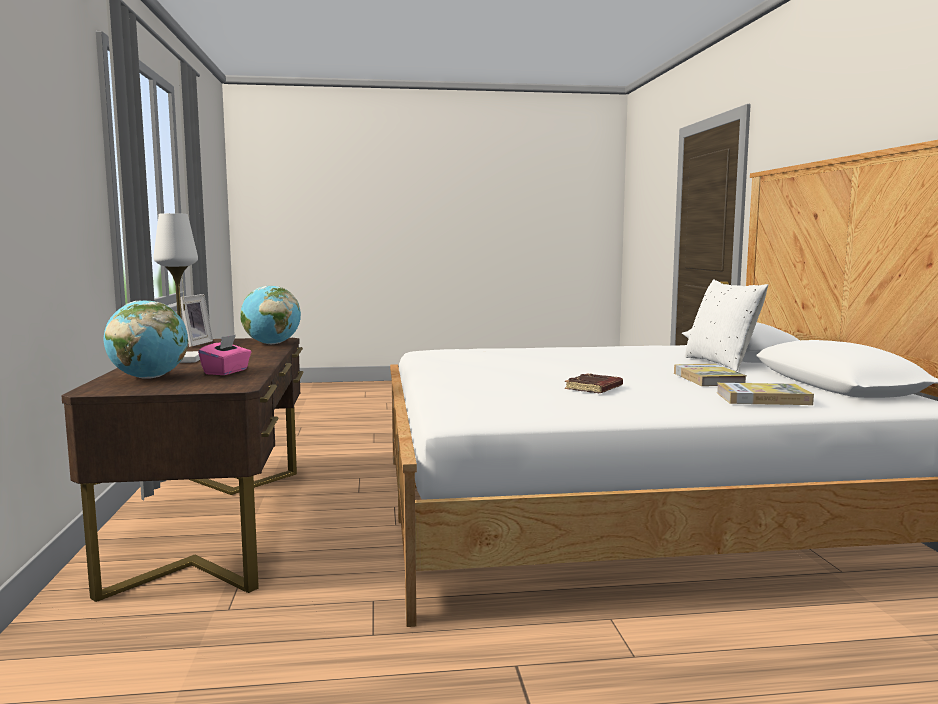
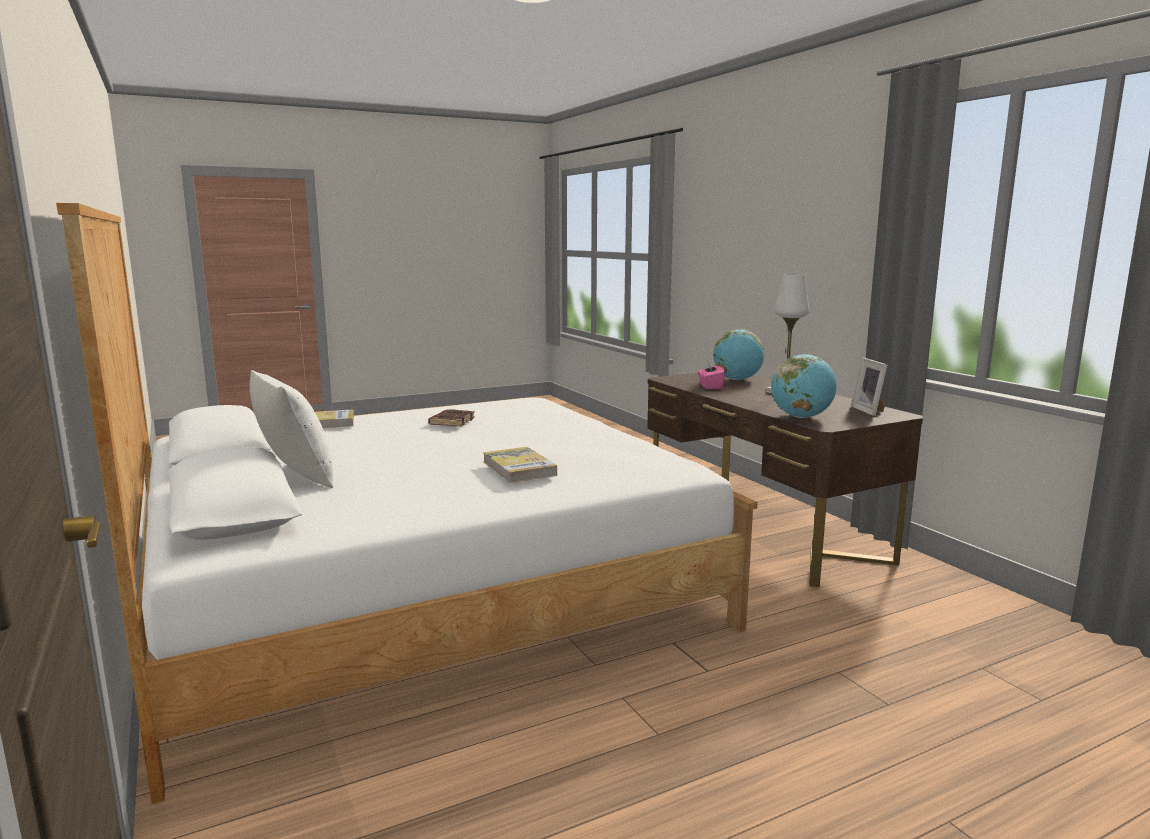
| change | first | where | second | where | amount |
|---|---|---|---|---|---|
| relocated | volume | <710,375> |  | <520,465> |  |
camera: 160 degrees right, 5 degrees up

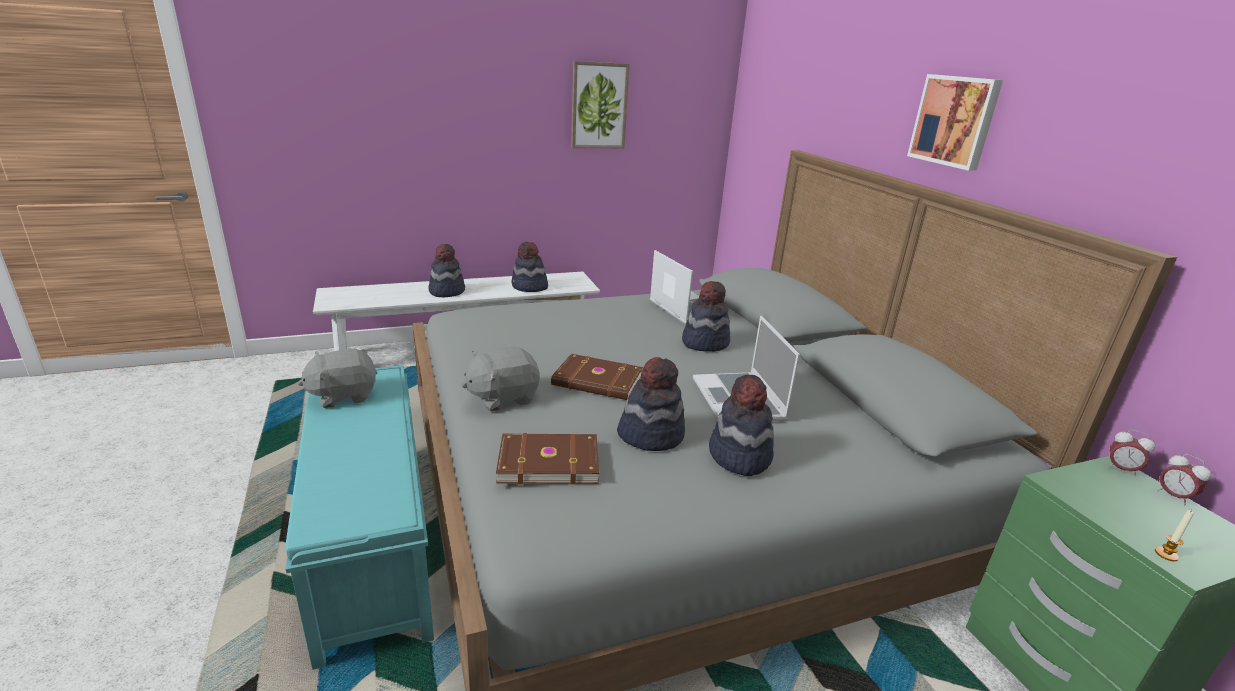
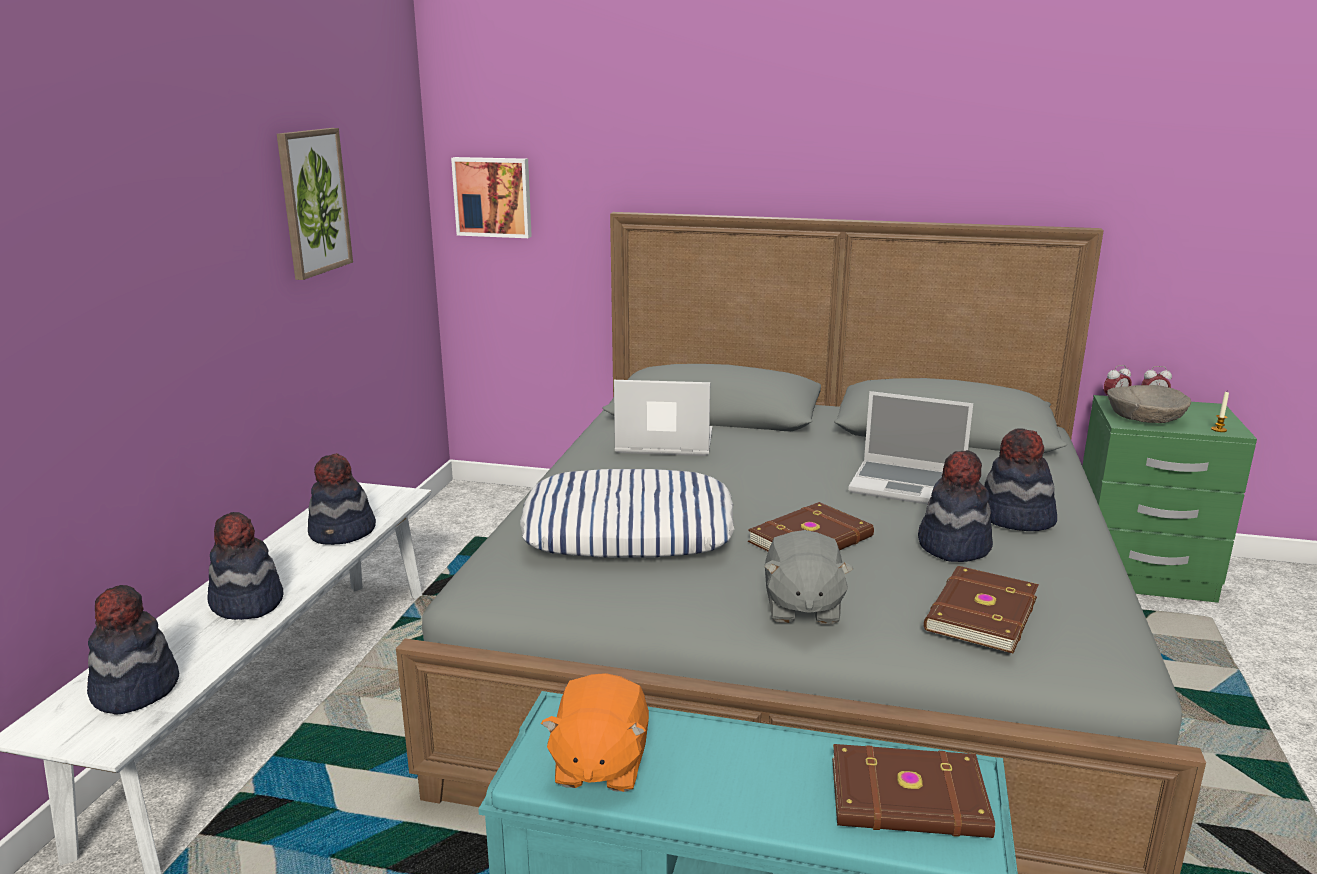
| change | first | where | second | where | amount |
|---|---|---|---|---|---|
| colour | grey_plush_toy | <337,378> | orange_plush_toy | <595,732> |  |
| relocated | hat | <706,316> |  | <133,650> |  |
| relocated | picture | <955,122> |  | <491,197> |  |
| appeared |  |  | cushion | <627,513> |  |
| appeared |  |  | brownish_volume | <913,791> |  |
| appeared |  |  | beige_bowl | <1149,404> |  |
camera: 55 degrees left, 5 degrees down

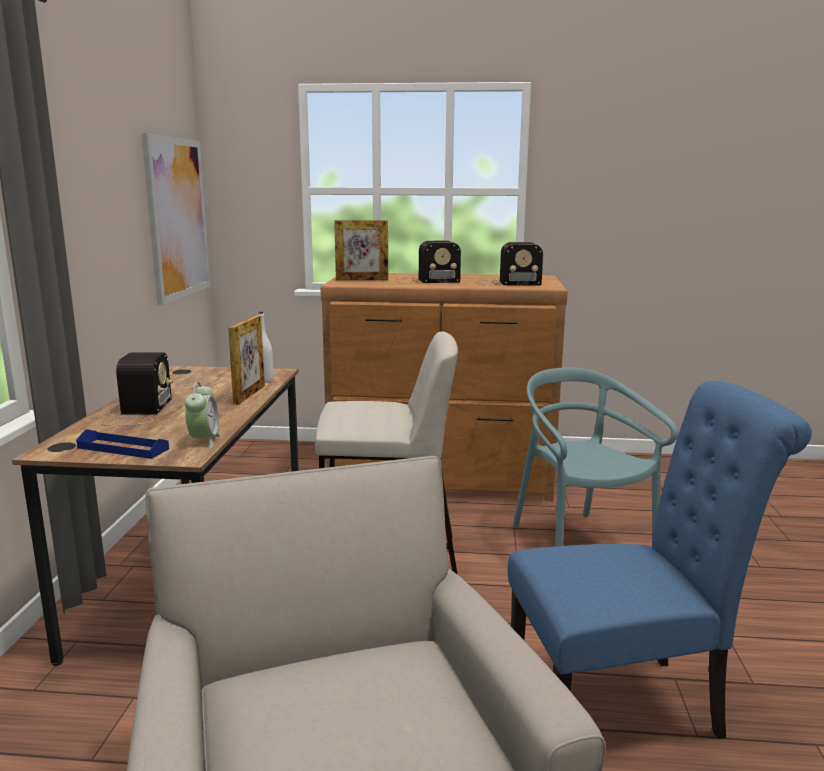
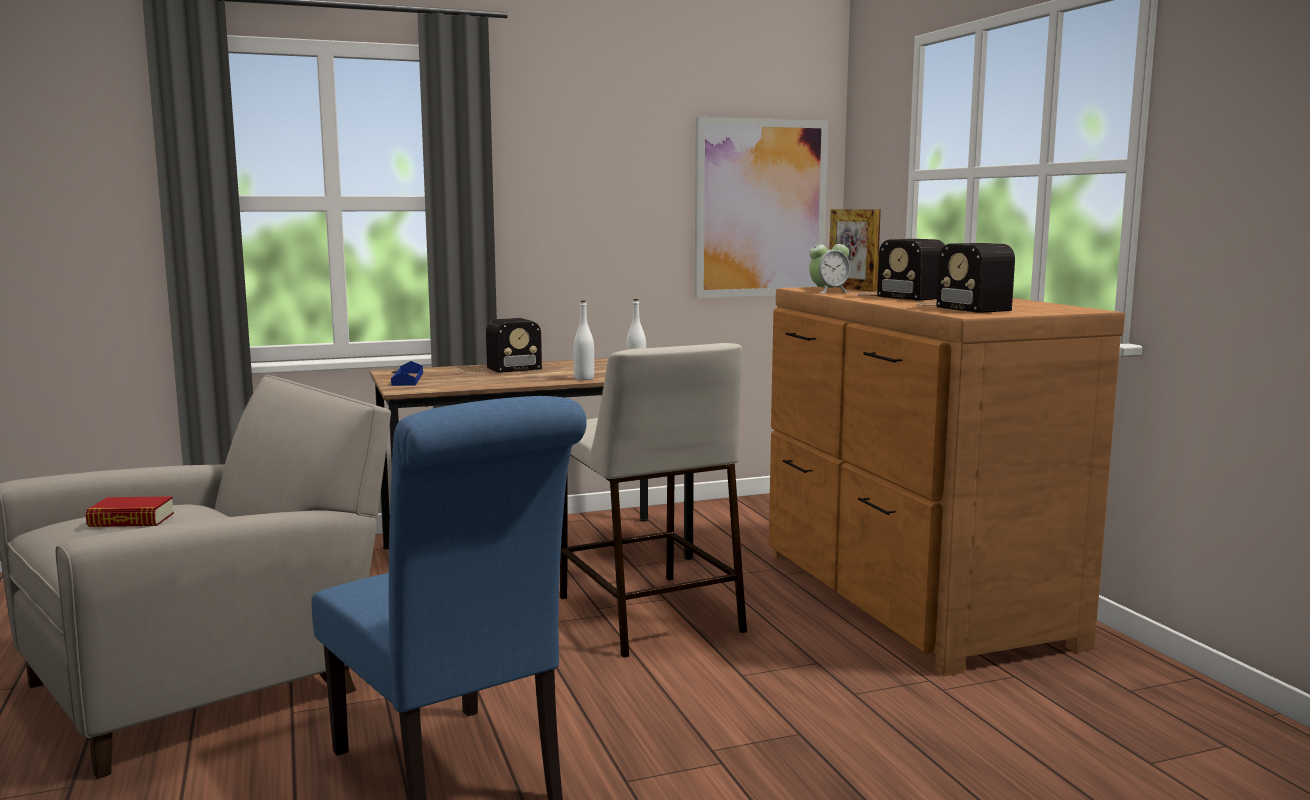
| change | first | where | second | where | amount |
|---|---|---|---|---|---|
| relocated | alarm_clock | <203,415> |  | <829,265> |  |
| exchanged | picture_frame | <246,360> | white-coloured_bottle | <584,340> |  |
| missing | blue-green_plain_chair | <595,457> |  |  |  |
| appeared |  |  | volume | <130,511> |  |
camera: 65 degrees right, 5 degrees down

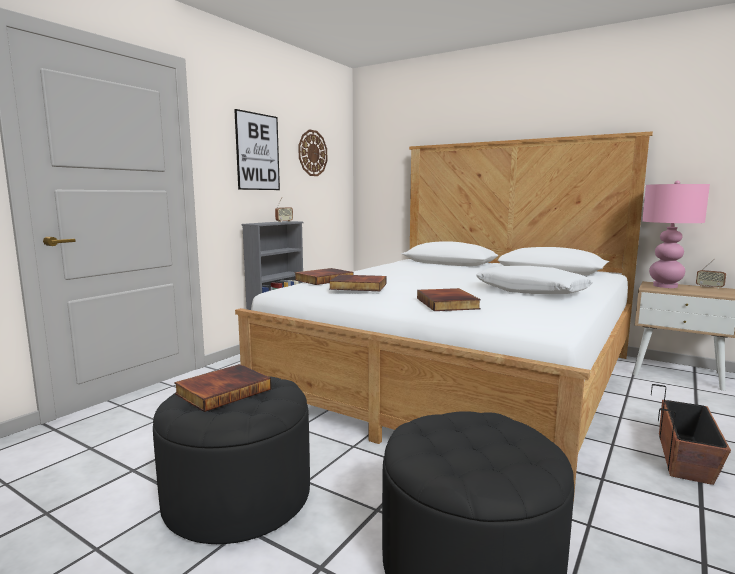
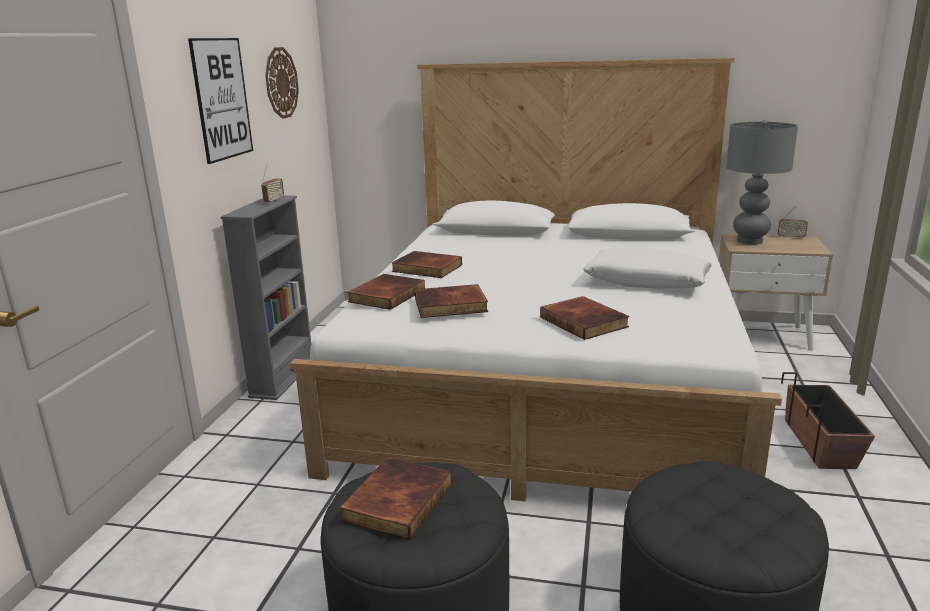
| change | first | where | second | where | amount |
|---|---|---|---|---|---|
| colour | pinkish_lamp_for_a_table | <676,234> | grey_lamp_for_a_table | <762,182> |  |
| appeared |  |  | volume | <427,264> |  |
camera: 20 degrees left, 10 degrees up

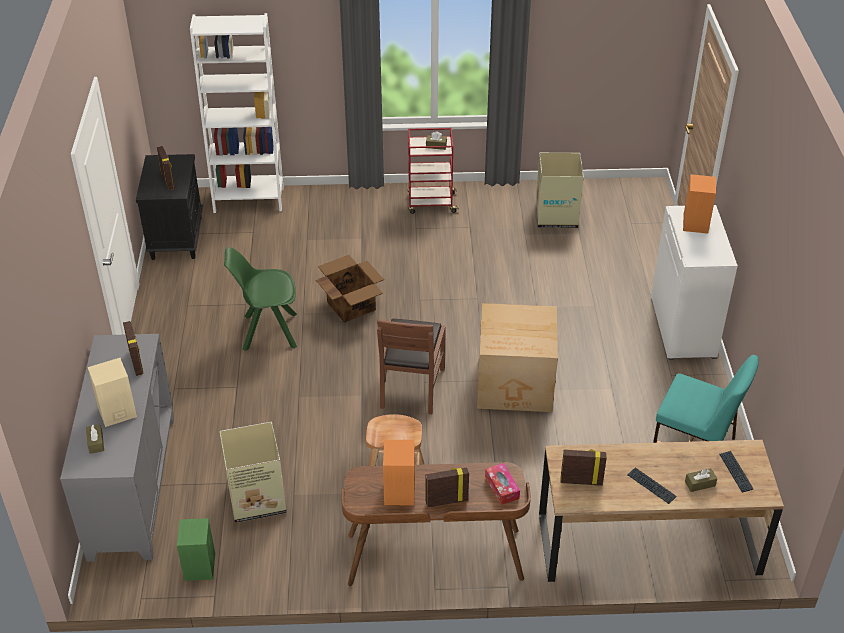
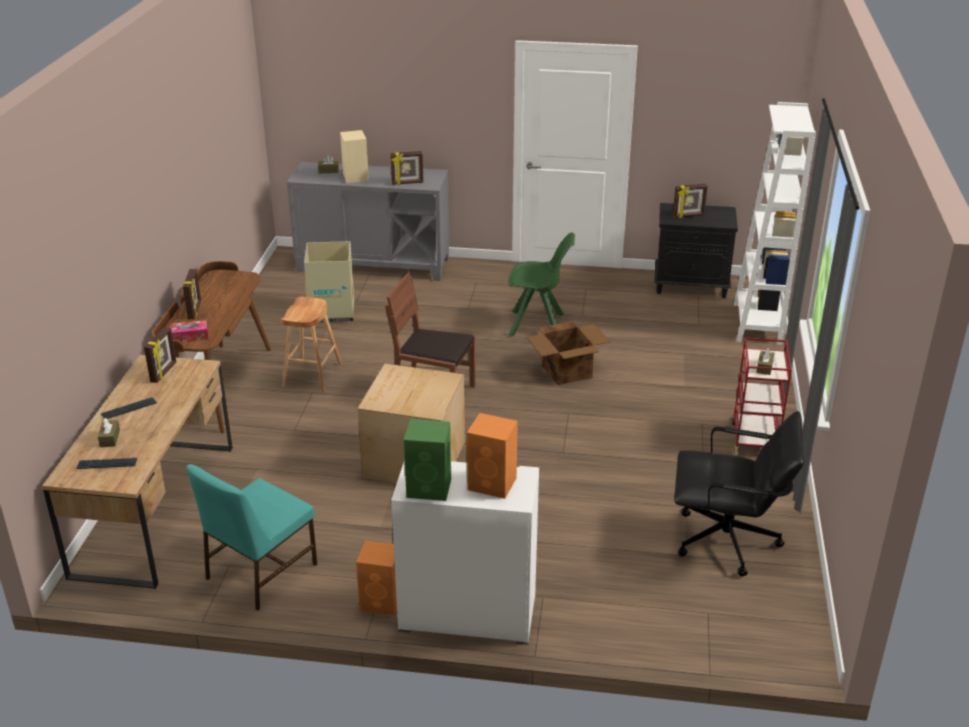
| change | first | where | second | where | amount |
|---|---|---|---|---|---|
| relocated | greenish_loudspeaker | <196,549> |  | <427,460> |  |
| spun | greenish_plain_chair | <260,299> |  | <541,285> | 90 degrees clockwise |
| relocated | orange_loudspeaker | <399,473> |  | <376,578> |  |
| exchanged | cardboard_box | <560,190> | blackish_office_chair | <739,493> |  |
camera: 100 degrees right, 10 degrees down

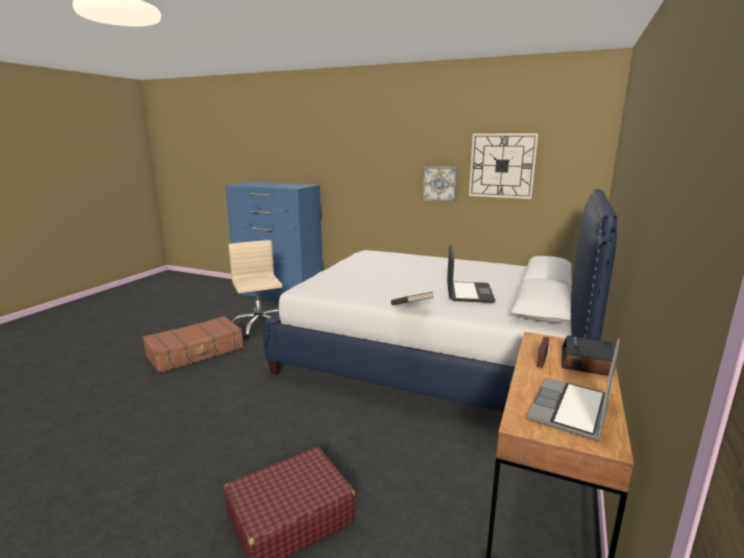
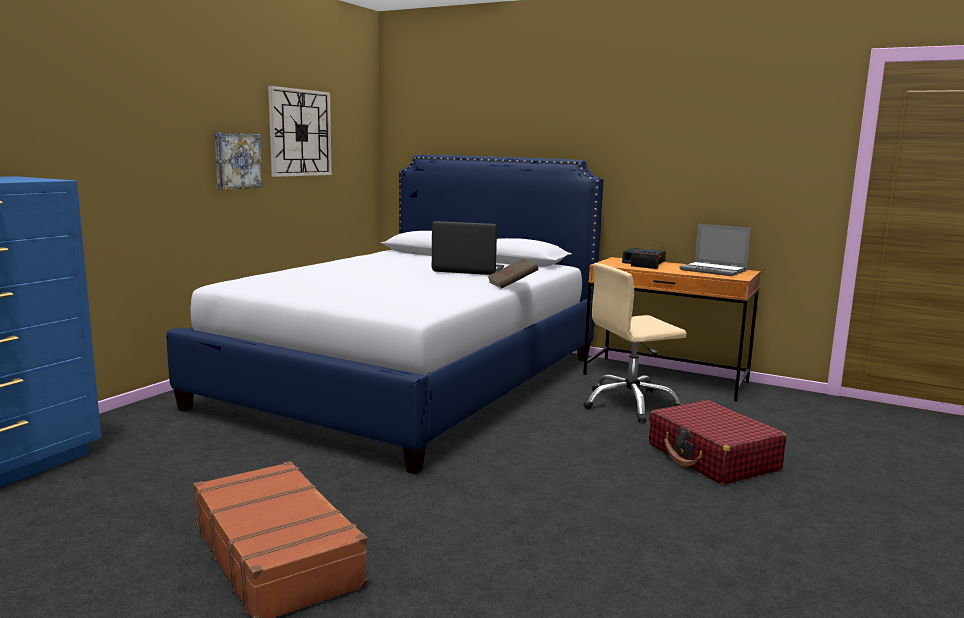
| change | first | where | second | where | amount |
|---|---|---|---|---|---|
| relocated | beige_office_chair | <255,289> |  | <635,342> |  |
camera: 85 degrees left, 5 degrees down

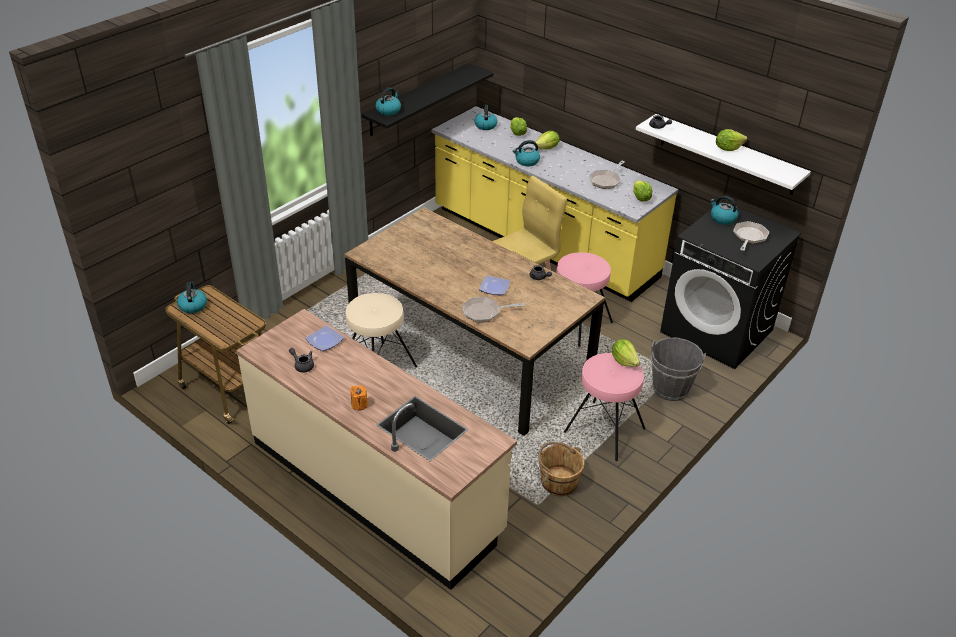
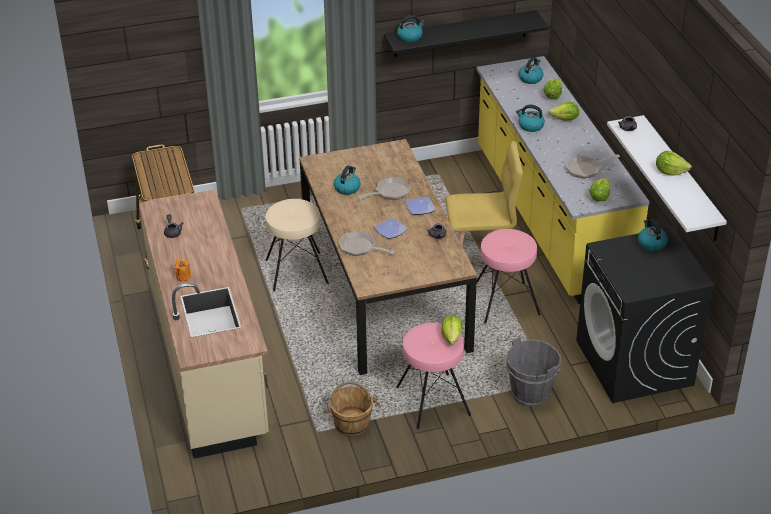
| change | first | where | second | where | amount |
|---|---|---|---|---|---|
| relocated | water_kettle | <192,297> |  | <347,180> |  |
| relocated | plate | <324,338> |  | <420,205> |  |
| relocated | pan | <751,236> |  | <384,188> |  |
camera: 35 degrees right, 0 degrees up

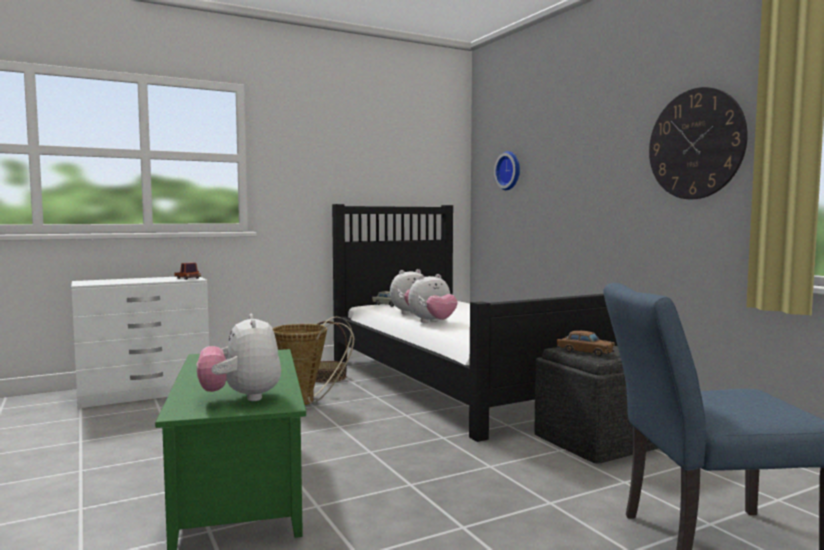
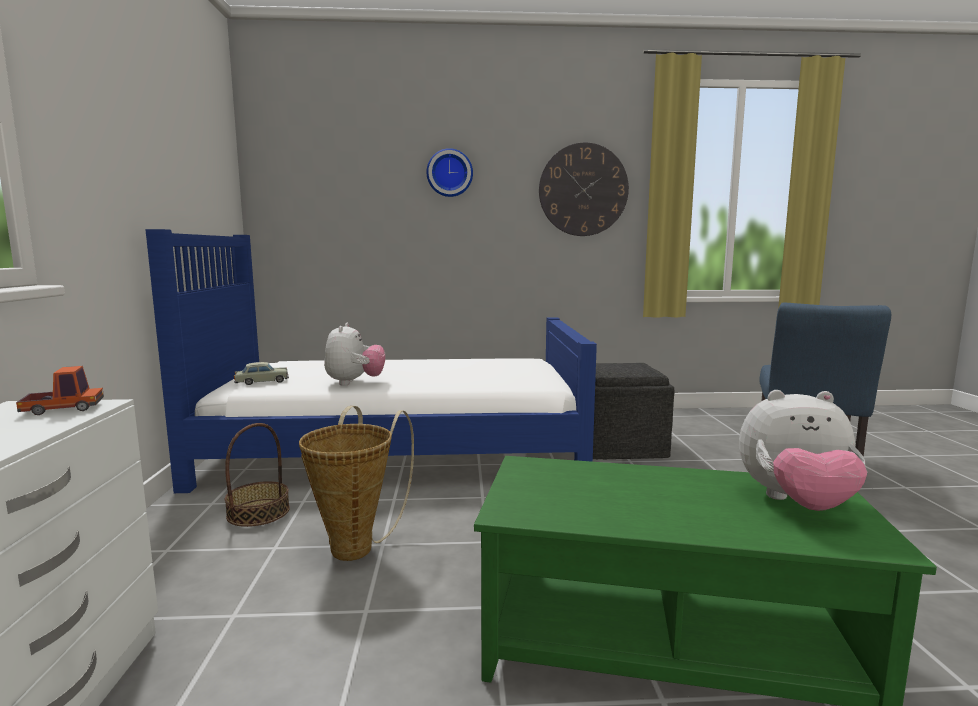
| change | first | where | second | where | amount |
|---|---|---|---|---|---|
| colour | blackish_bedroom_bed | <475,323> | blue_bedroom_bed | <371,361> |  |
| missing | plush_toy | <433,298> |  |  |  |
| relocated | wall_clock | <507,170> |  | <449,172> |  |
| missing | brownish_miniature_car | <586,343> |  |  |  |
camera: 65 degrees left, 5 degrees up

